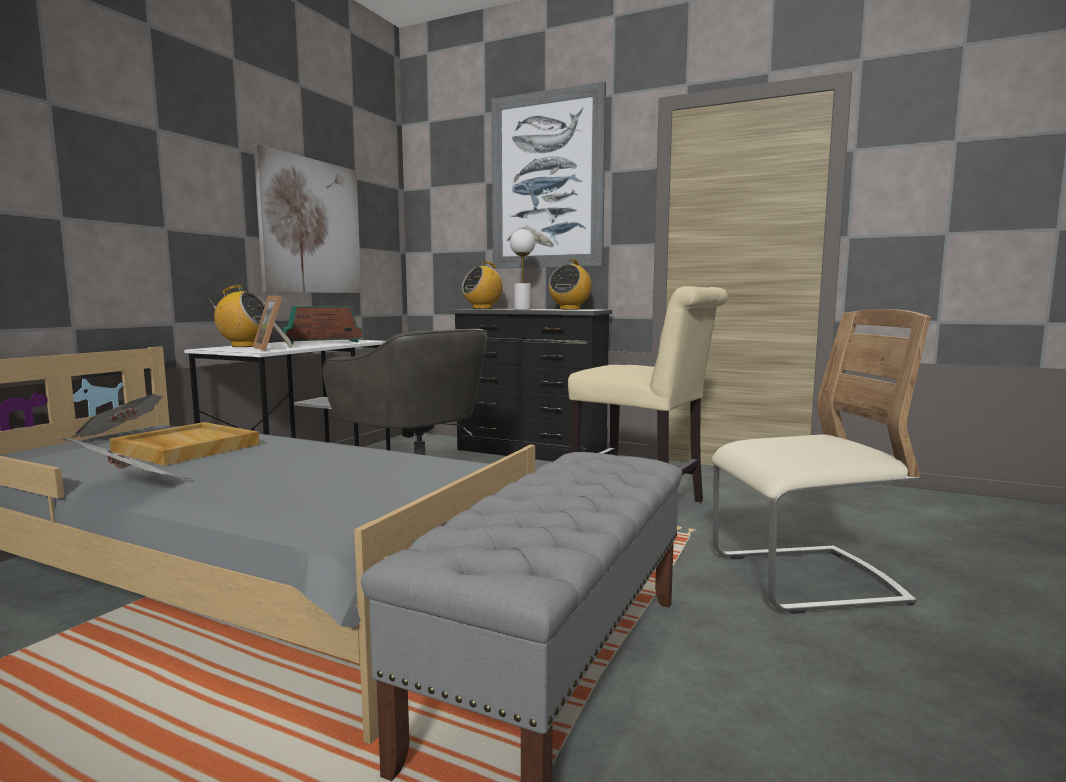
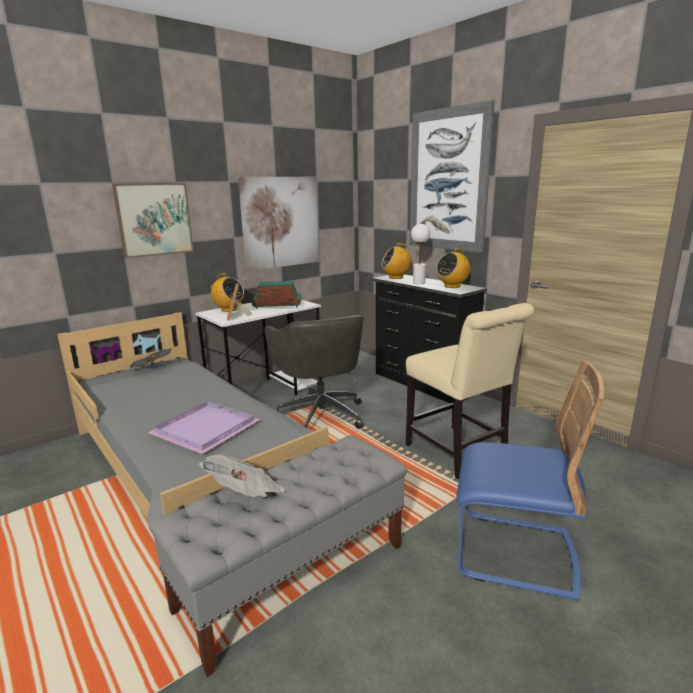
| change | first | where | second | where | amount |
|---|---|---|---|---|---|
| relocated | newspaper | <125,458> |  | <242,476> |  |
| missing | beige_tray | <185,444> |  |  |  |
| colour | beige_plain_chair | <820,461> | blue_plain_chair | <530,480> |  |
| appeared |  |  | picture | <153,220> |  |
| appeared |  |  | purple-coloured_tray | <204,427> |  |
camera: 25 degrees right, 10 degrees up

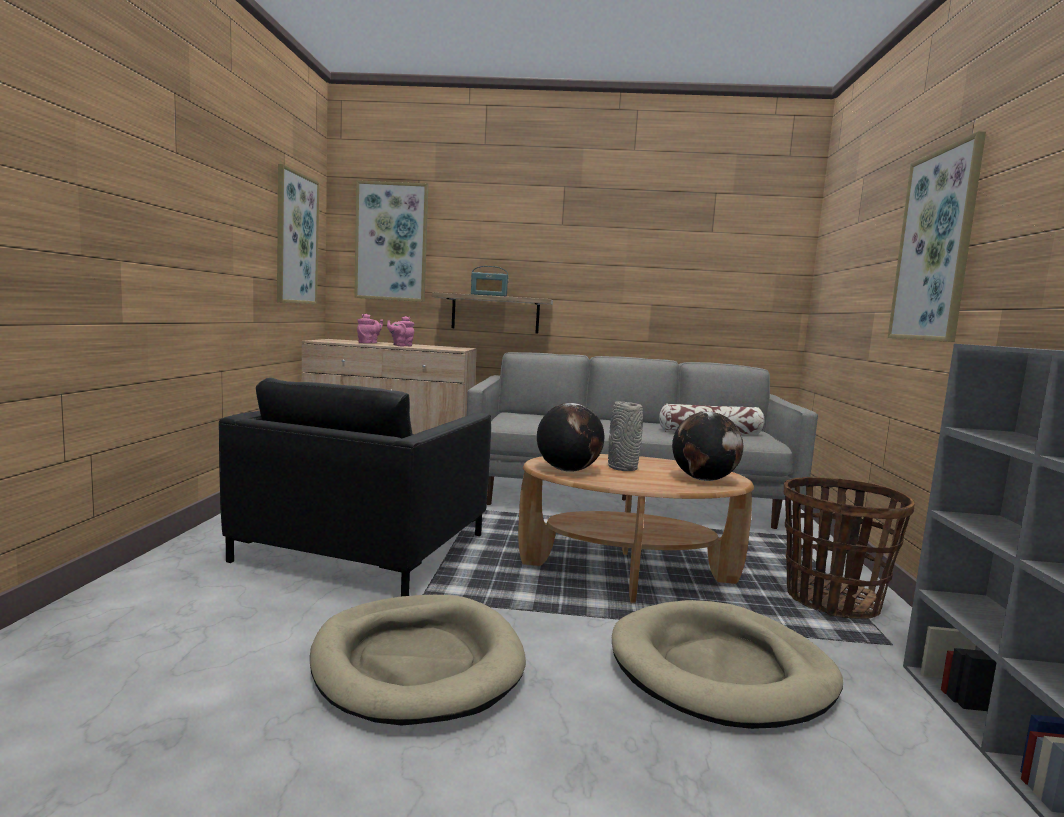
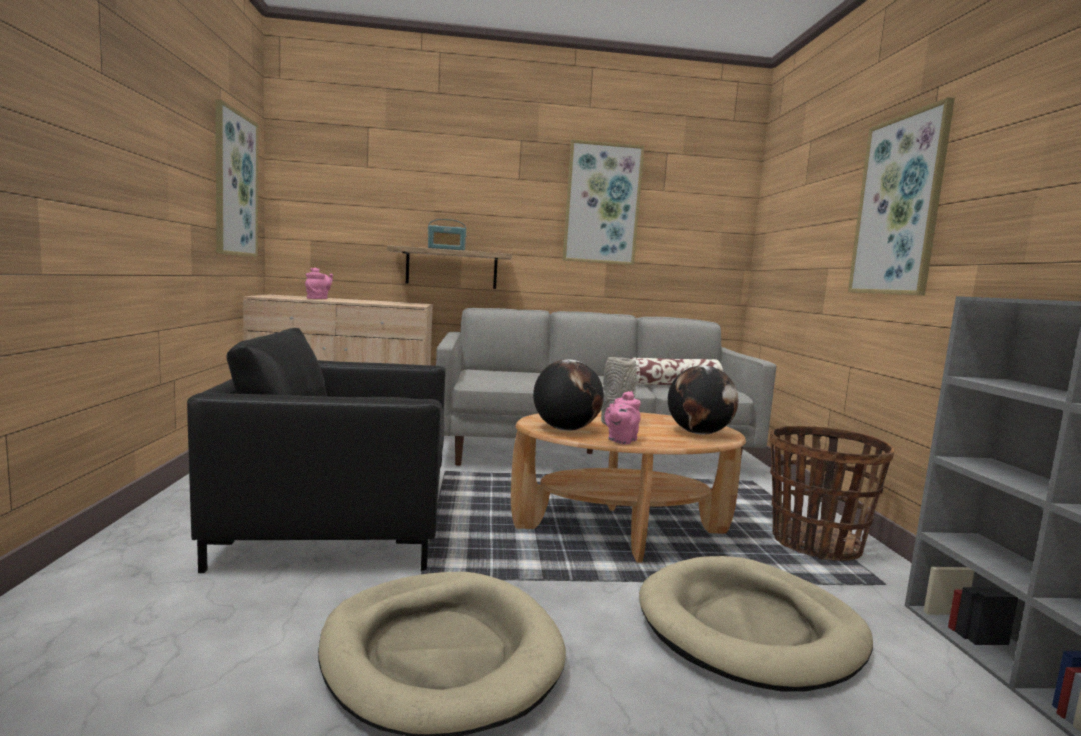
| change | first | where | second | where | amount |
|---|---|---|---|---|---|
| spun | blackish_armchair | <355,487> |  | <316,450> | 75 degrees clockwise |
| relocated | picture | <391,241> |  | <604,202> |  |
| relocated | pinkish_teapot | <400,331> |  | <622,417> |  |
camera: 10 degrees left, 0 degrees up

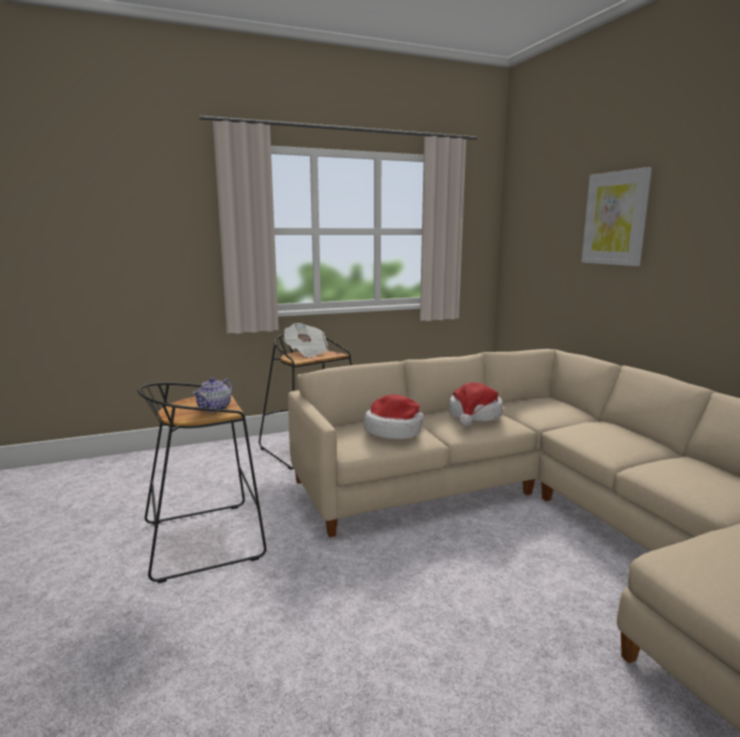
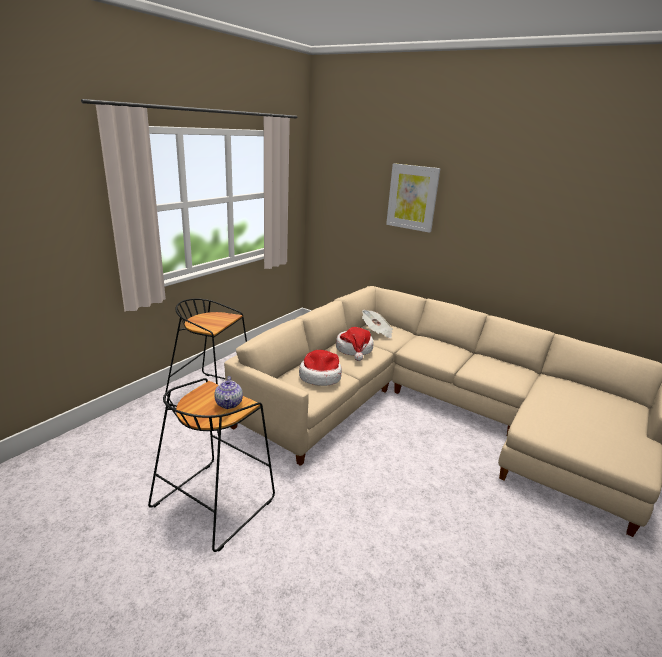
| change | first | where | second | where | amount |
|---|---|---|---|---|---|
| relocated | newspaper | <306,340> |  | <377,324> |  |
camera: 35 degrees left, 10 degrees up

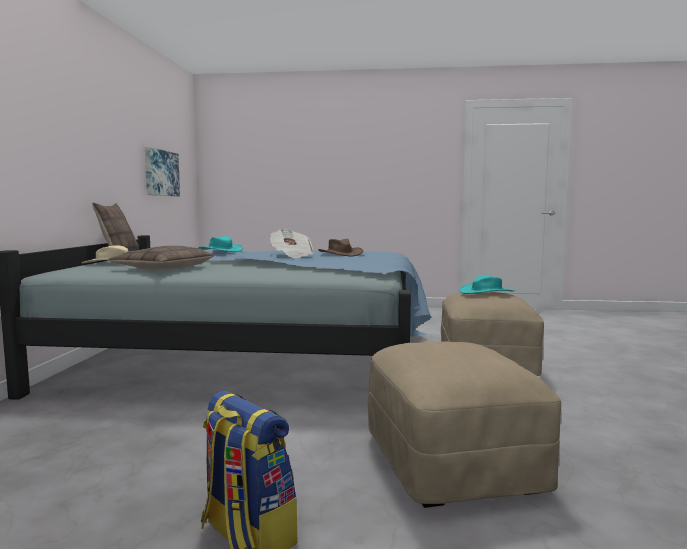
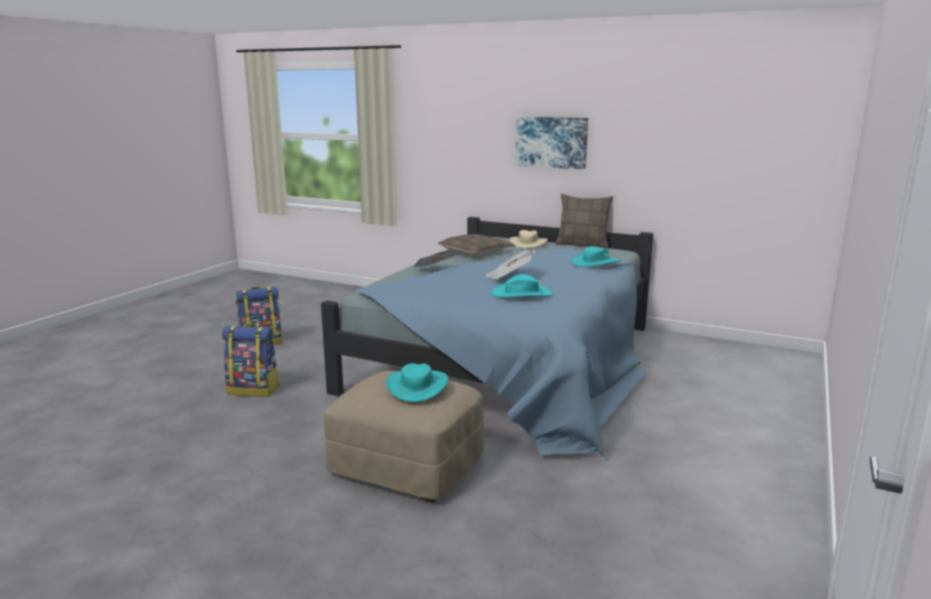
| change | first | where | second | where | amount |
|---|---|---|---|---|---|
| relocated | picture | <162,171> |  | <551,143> |  |
| colour | brownish_hat | <340,247> | blue-green_hat | <522,285> |  |
| exchanged | beige_ottoman | <464,425> | knapsack | <250,360> |  |
| appeared |  |  | newspaper | <435,258> |  |
camera: 110 degrees right, 10 degrees up

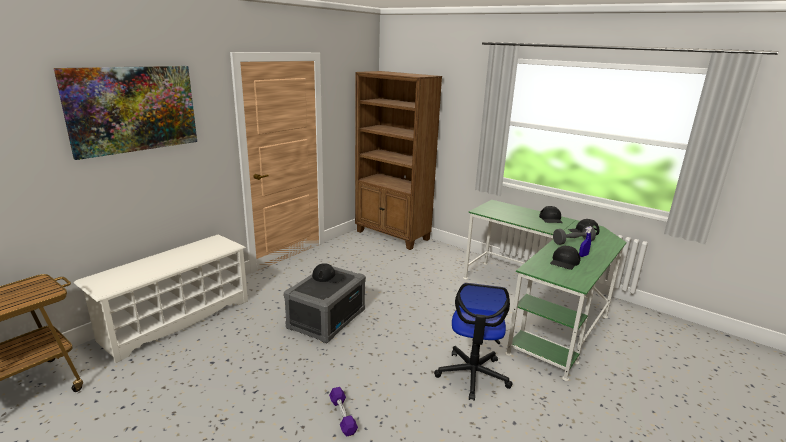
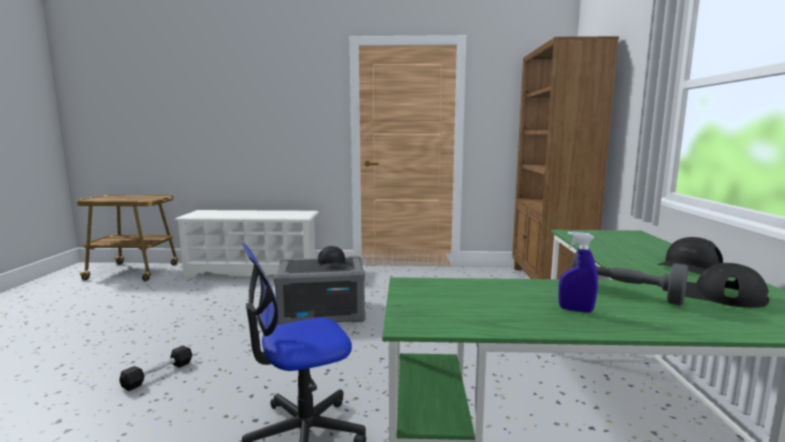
| change | first | where | second | where | amount |
|---|---|---|---|---|---|
| missing | picture | <125,113> |  |  |  |
| colour | purple-coloured_free_weight | <343,412> | blackish_free_weight | <155,368> |  |
| missing | blackish_cap | <565,258> |  |  |  |
camera: 55 degrees right, 10 degrees down

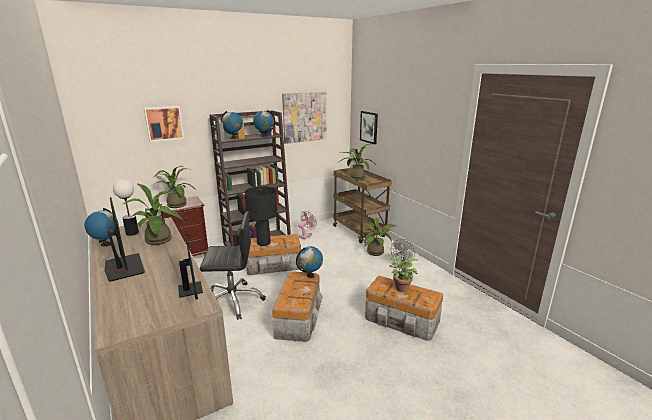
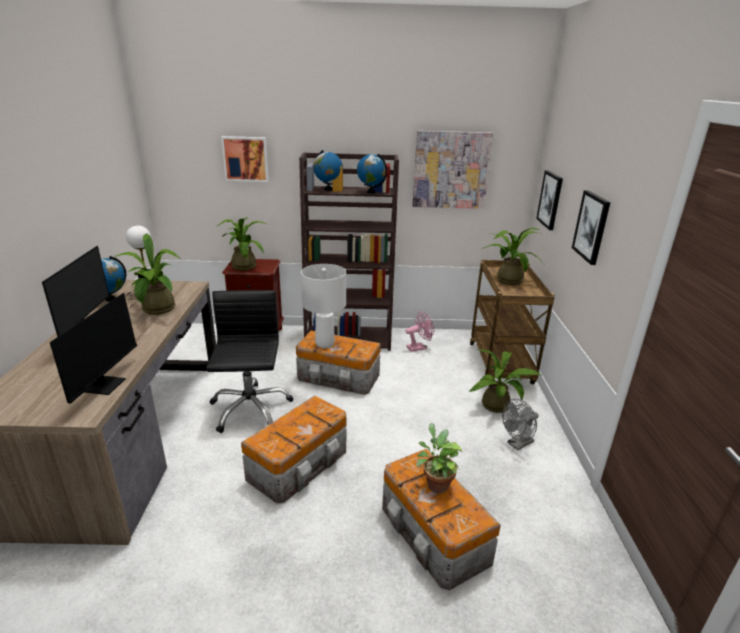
| change | first | where | second | where | amount |
|---|---|---|---|---|---|
| spun | blackish_office_chair | <233,265> |  | <249,361> | 120 degrees counterclockwise |
| colour | blackish_lamp_for_a_table | <260,216> | white-coloured_lamp_for_a_table | <323,306> |  |
| missing | world_globe | <309,262> |  |  |  |
| appeared |  |  | picture | <591,227> |  |
camera: 30 degrees right, 5 degrees up

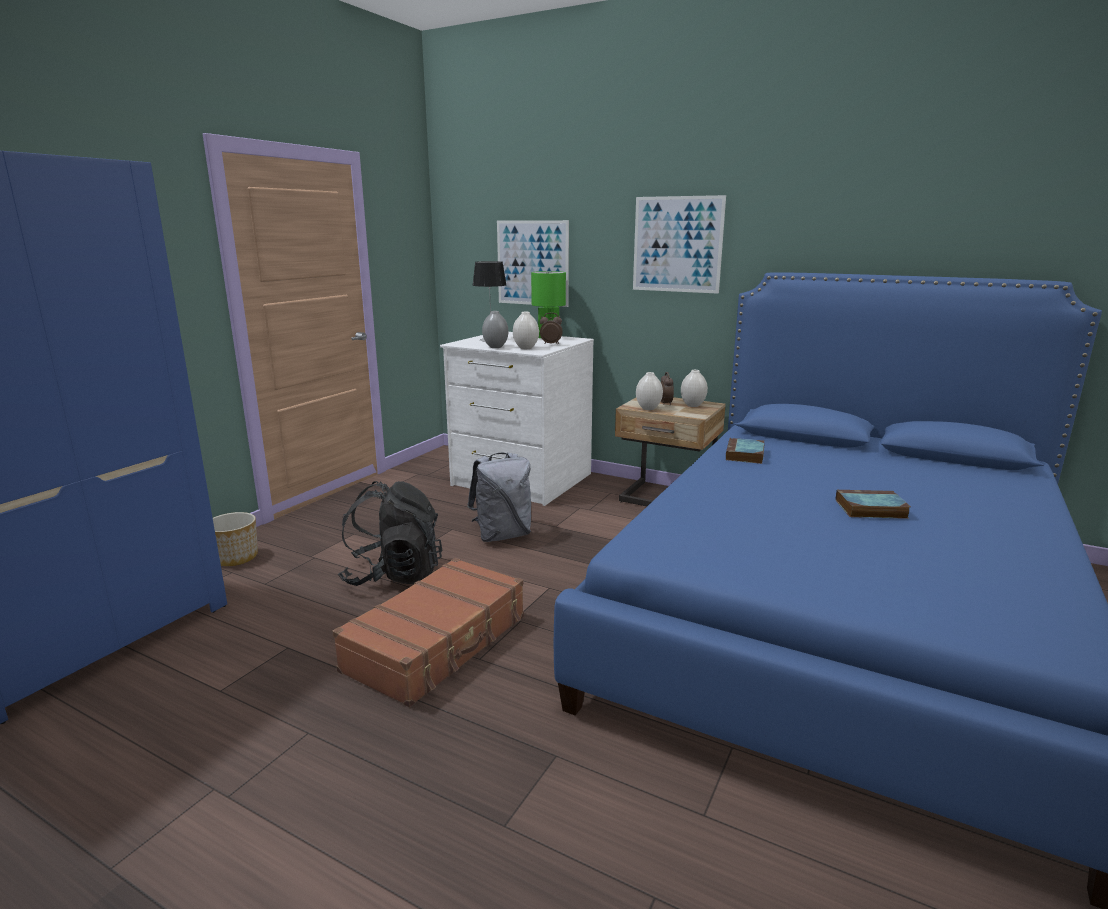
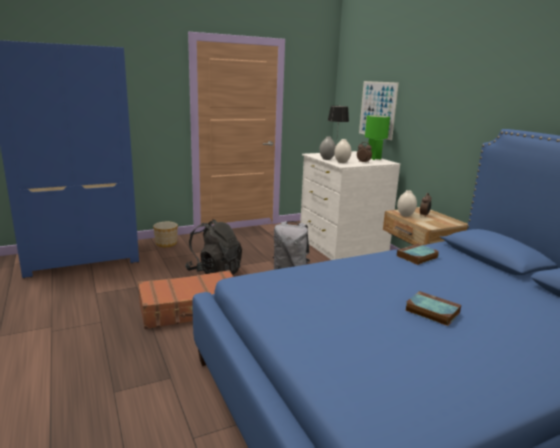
| change | first | where | second | where | amount |
|---|---|---|---|---|---|
| missing | picture | <679,244> |  |  |  |
| missing | white-coloured_flower_vase | <694,388> |  |  |  |
camera: 35 degrees right, 0 degrees up

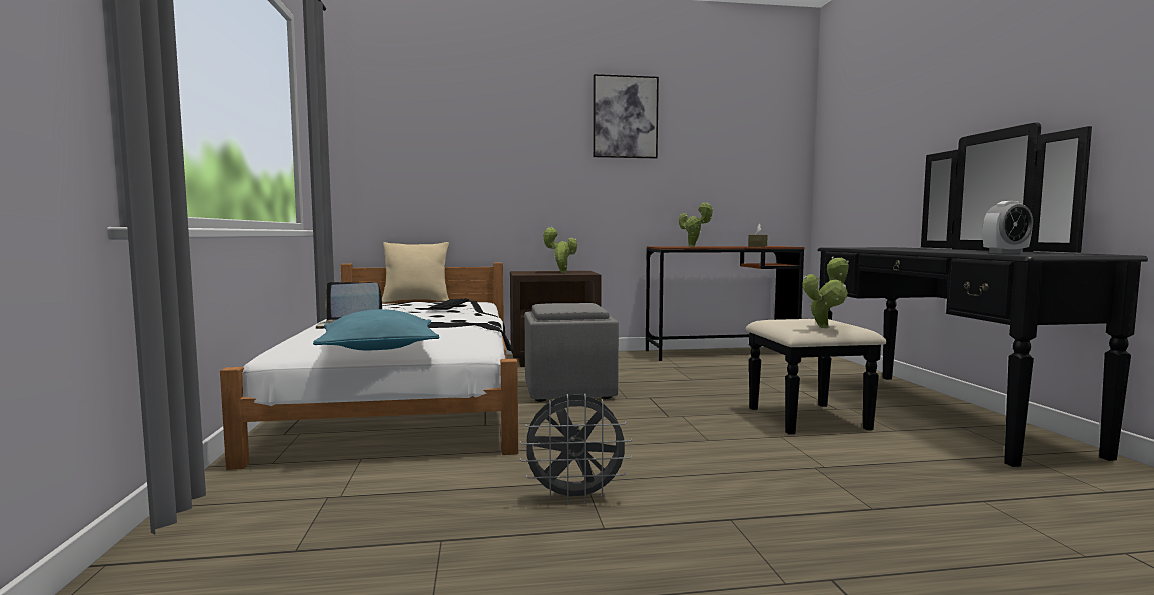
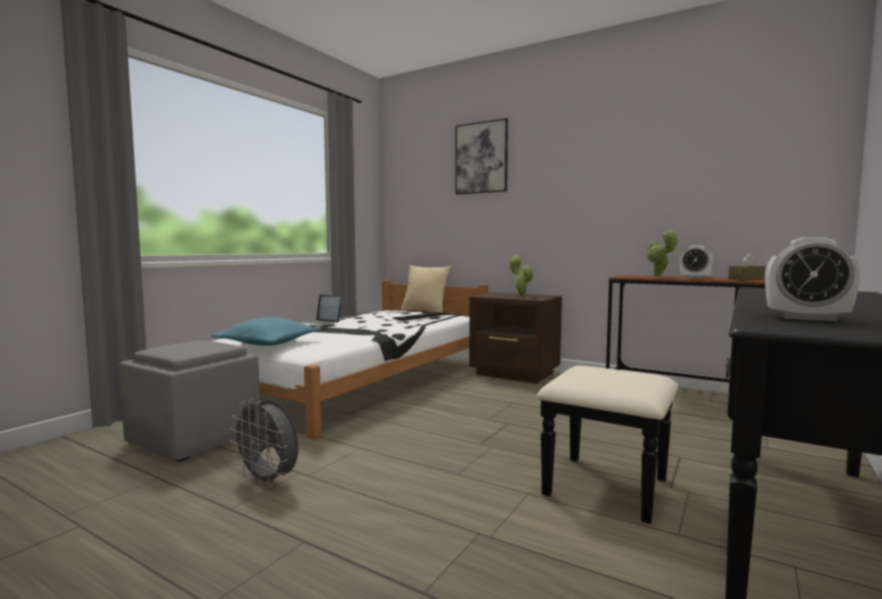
| change | first | where | second | where | amount |
|---|---|---|---|---|---|
| relocated | grey_ottoman | <572,352> |  | <189,400> |  |
| relocated | picture | <626,116> |  | <481,156> |  |
| missing | houseplant | <826,292> |  |  |  |
| appeared |  |  | alarm_clock | <696,261> |  |
camera: 40 degrees right, 0 degrees up

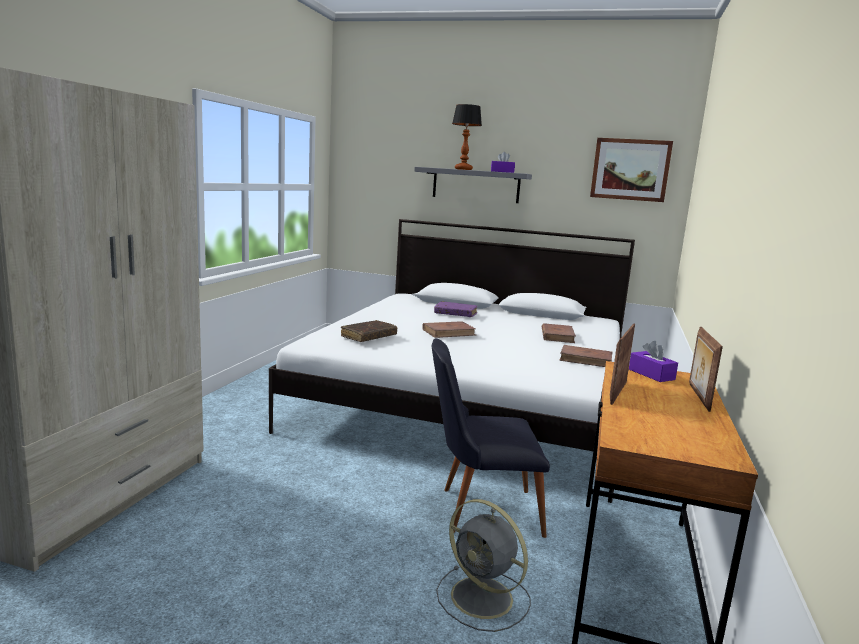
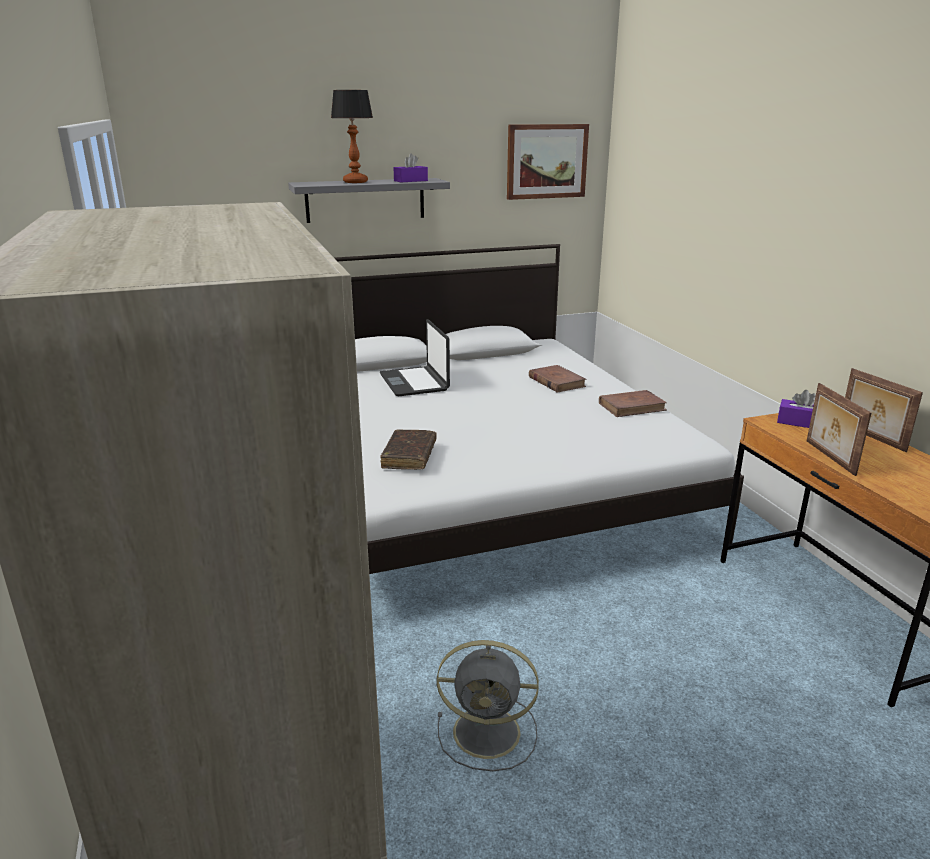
| change | first | where | second | where | amount |
|---|---|---|---|---|---|
| missing | brownish_volume | <449,329> |  |  |  |
| missing | blackish_plain_chair | <491,438> |  |  |  |
| exchanged | purple-coloured_volume | <456,309> | laptop | <415,358> |  |
| relocated | grey_electric_fan | <483,565> |  | <488,705> |  |
camera: 35 degrees left, 10 degrees up

